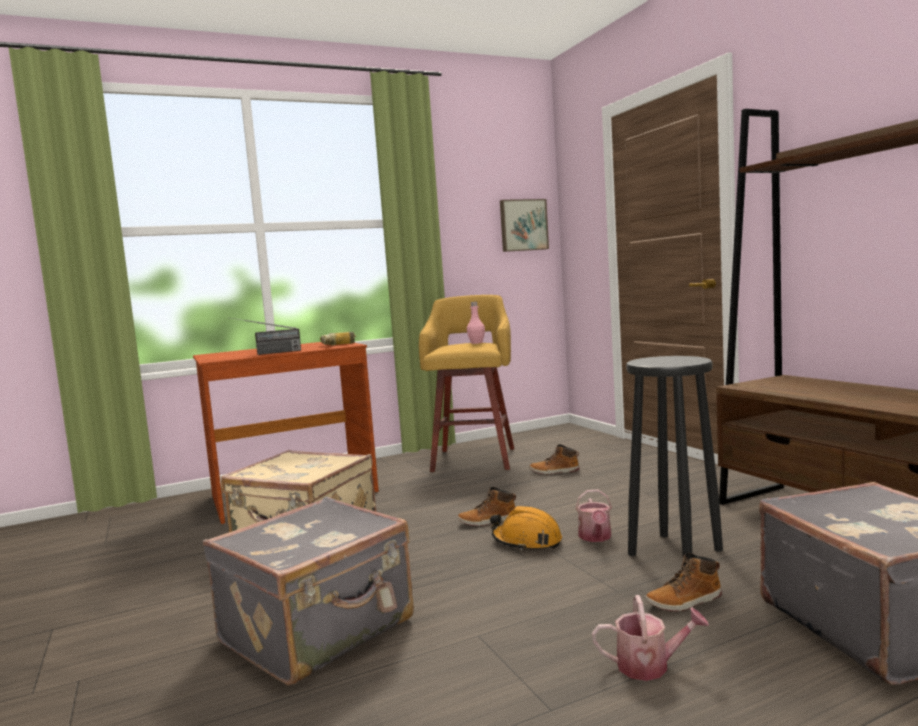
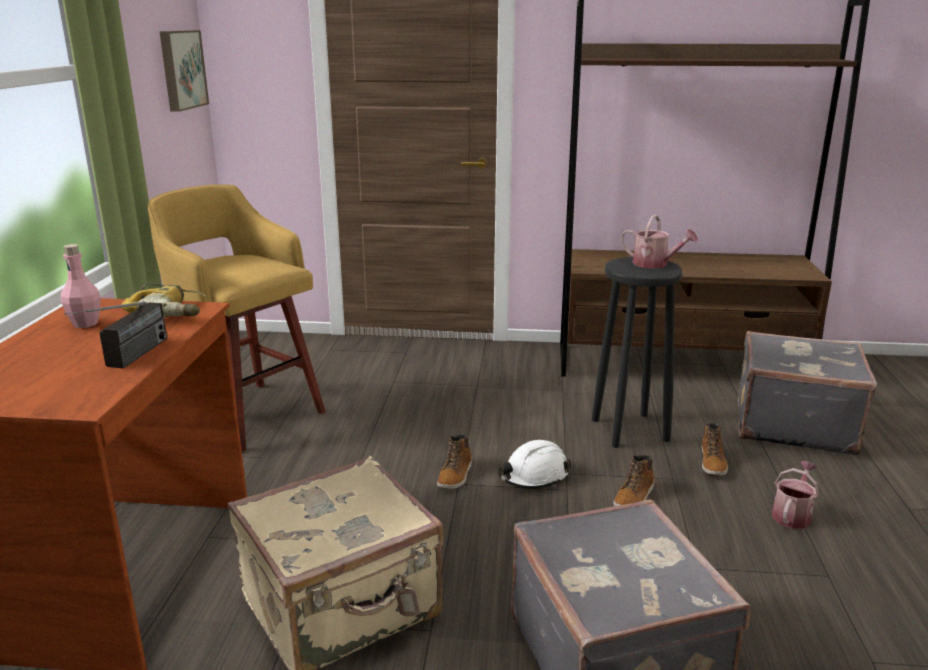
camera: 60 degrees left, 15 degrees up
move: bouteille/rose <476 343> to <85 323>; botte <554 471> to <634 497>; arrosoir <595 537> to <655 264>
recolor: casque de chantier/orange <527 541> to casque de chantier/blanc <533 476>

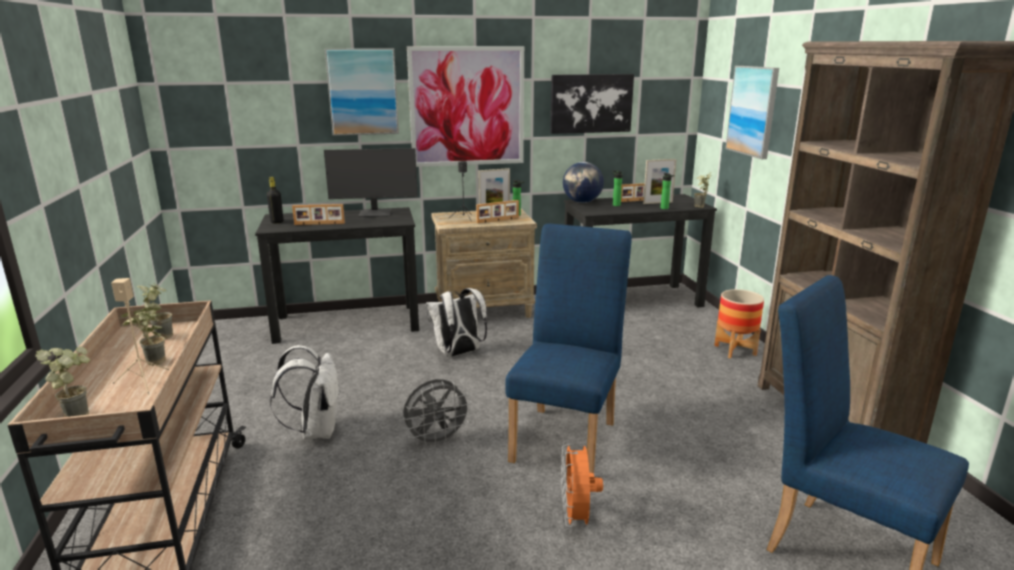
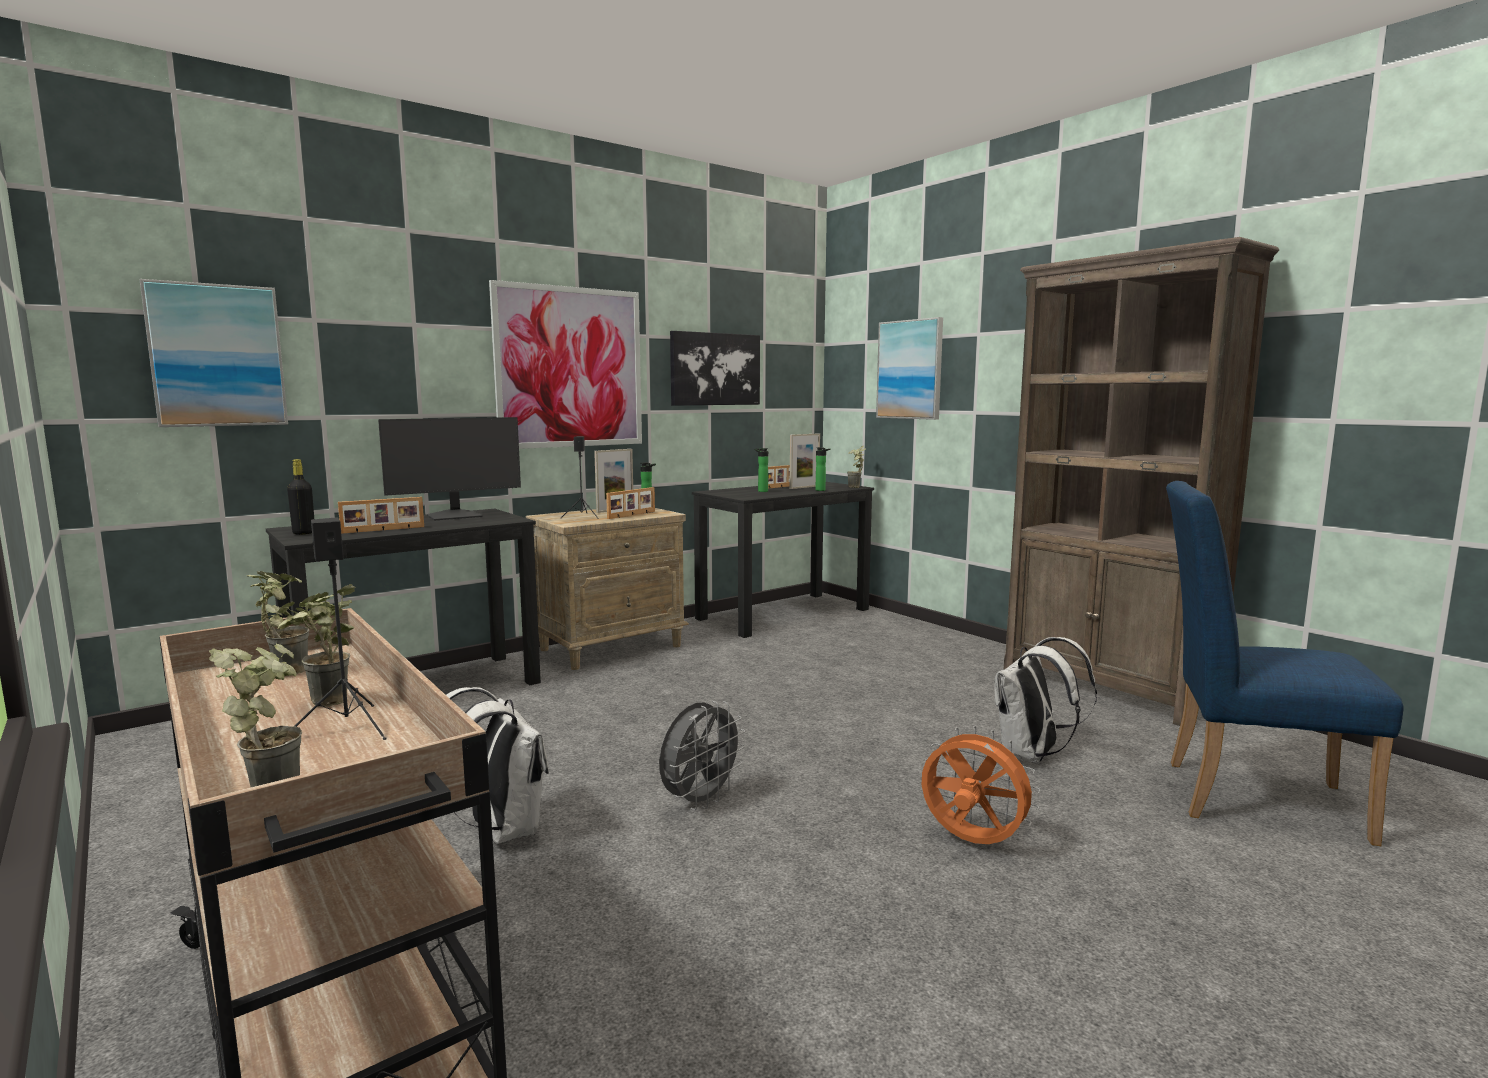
camera: 25 degrees left, 10 degrees down
delete: chaise/bleu <567 436>; globe <582 202>; cache-pot <735 350>
move: tableau <362 92> to <217 356>; sac à dos/blanc <458 353> to <1031 756>
recolor: enceinte/beige <144 381> to enceinte/noir <347 727>
rotate: ventilateur/orange <576 519> = <971 842> 150 degrees clockwise

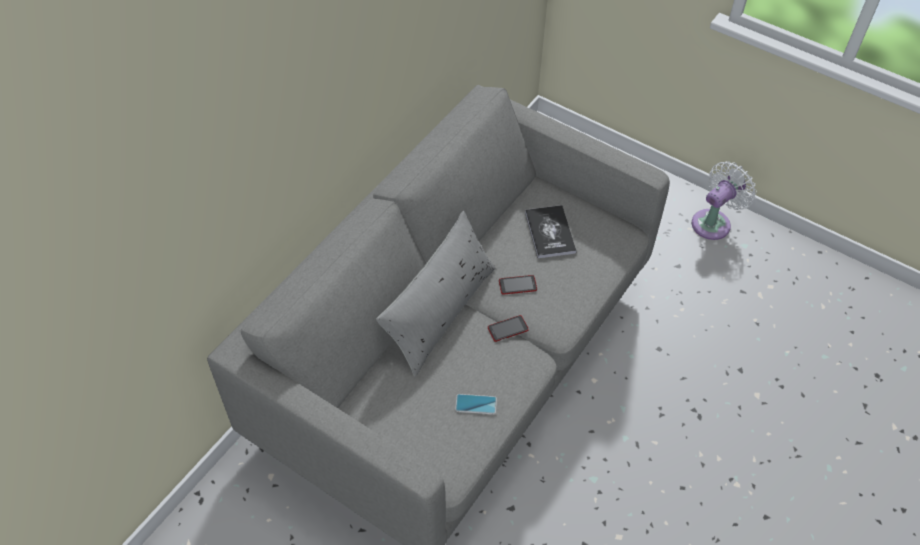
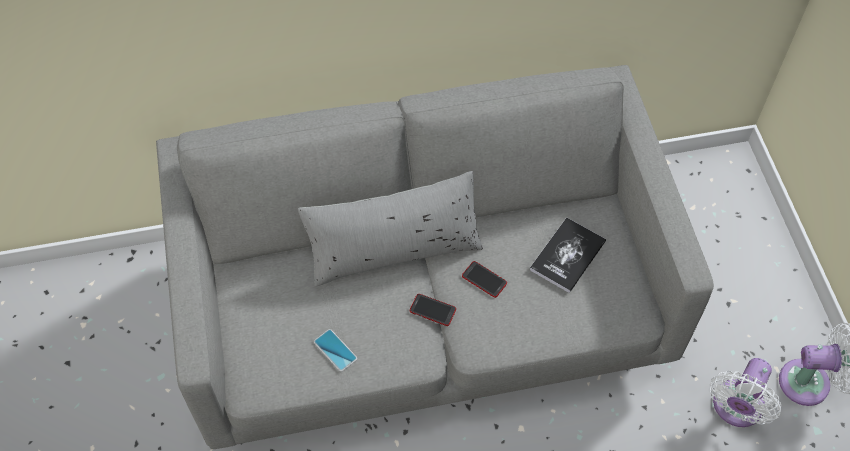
camera: 45 degrees right, 5 degrees up
insert: ventilateur/blanc <735 408>

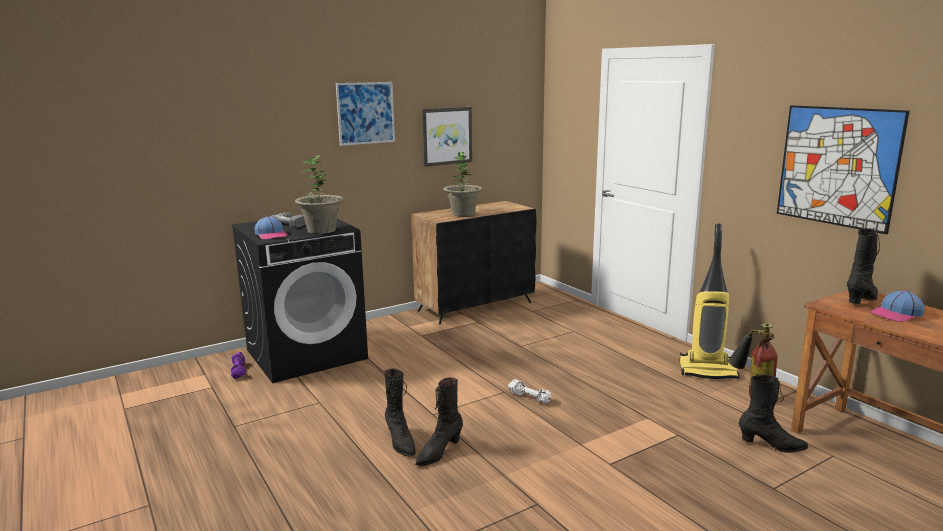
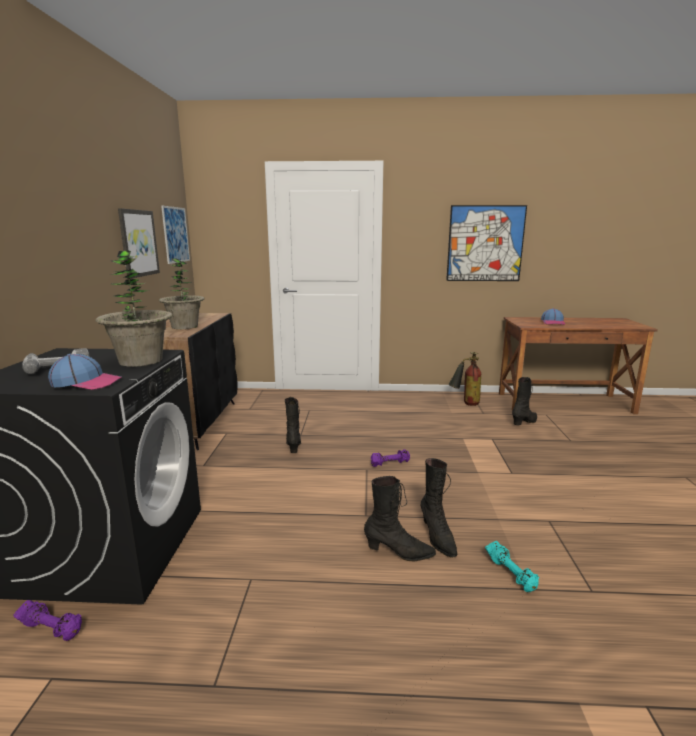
camera: 55 degrees left, 0 degrees up
delete: aspirateur <708 370>
insert: haltère/turquoise <511 573>
move: tableau <366 113> to <176 235>; botte/noir <862 300> to <293 446>
recolor: haltère/blanc <530 398> to haltère/violet <389 463>

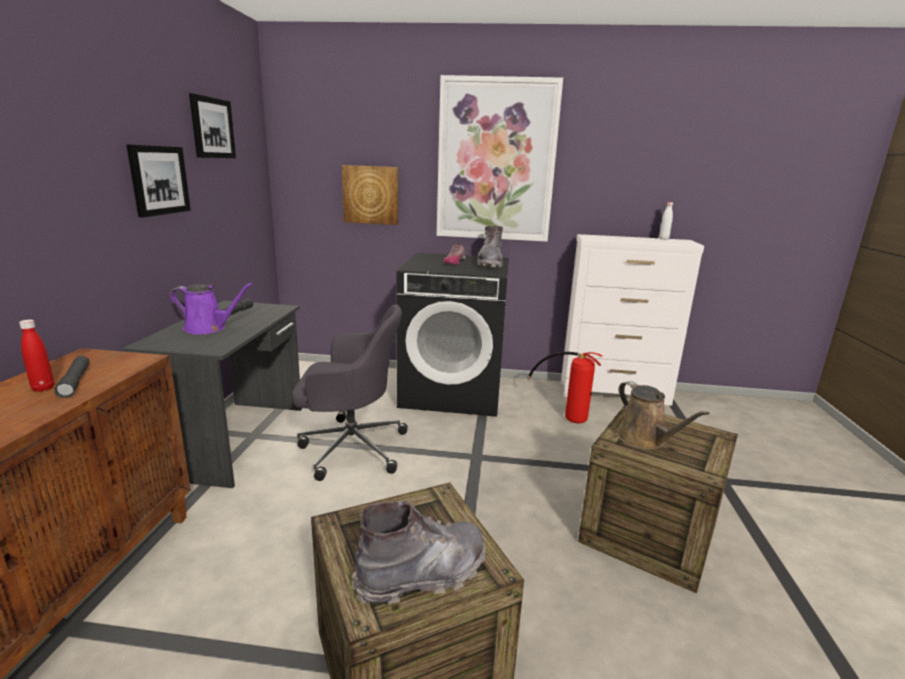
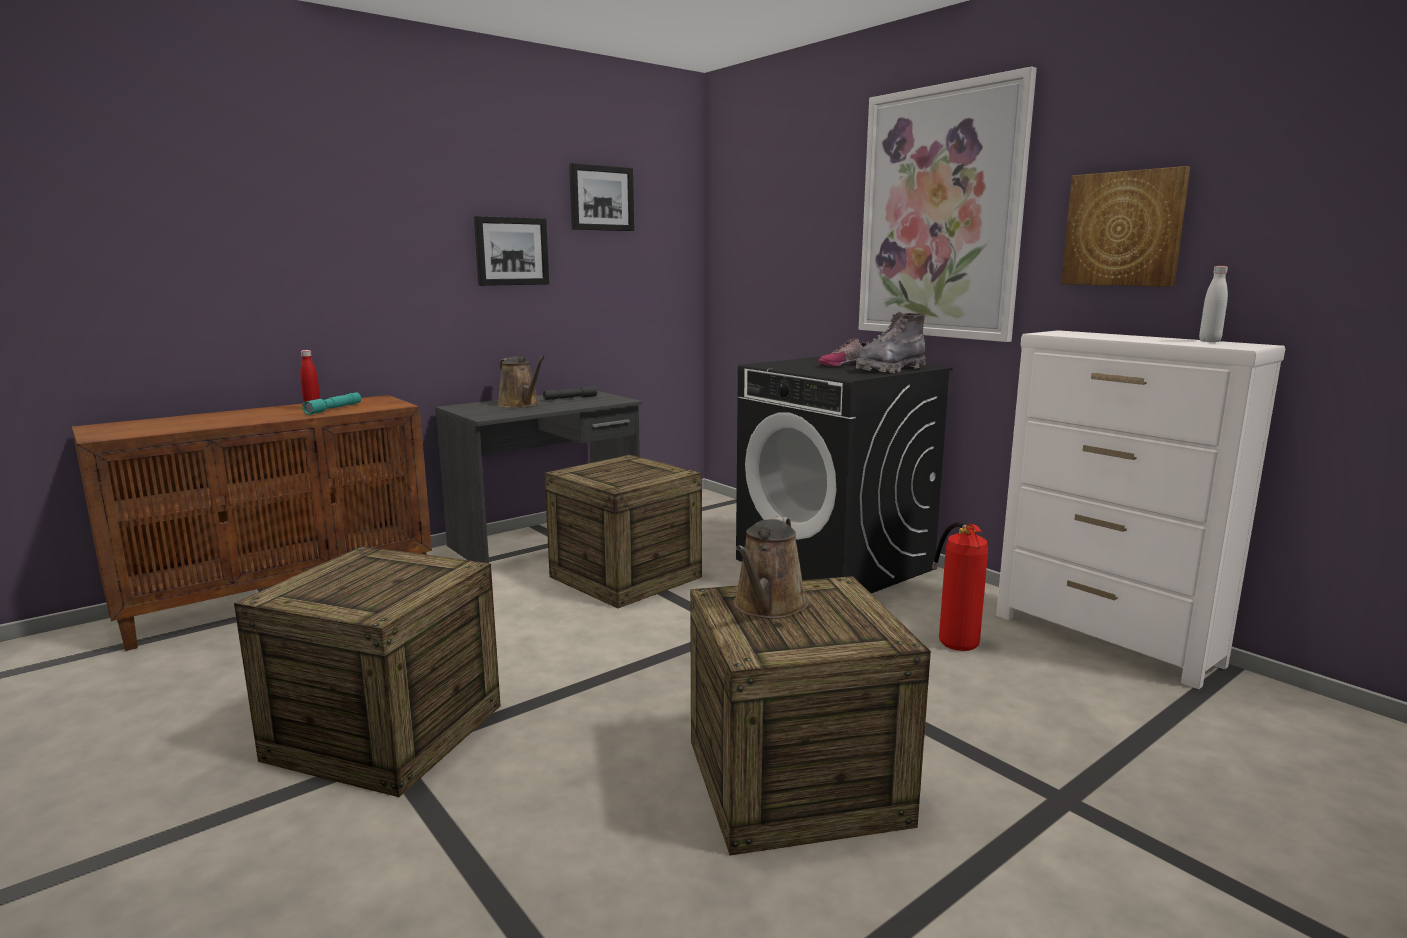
camera: 45 degrees right, 5 degrees down
delete: botte/gris <423 575>
move: tableau <371 195> to <1123 229>
replace: chaise de bureau/gris <350 447> to caisse <625 577>
recolor: lampe de poche/gris <75 382> to lampe de poche/turquoise <334 409>; arrosoir/violet <208 328> to arrosoir/marron <520 404>

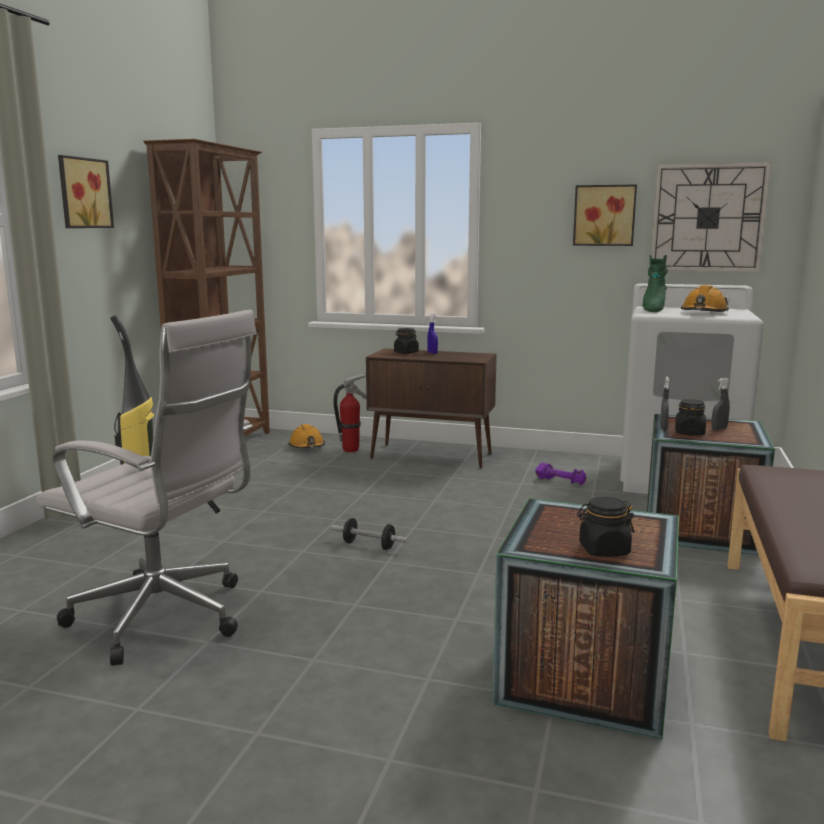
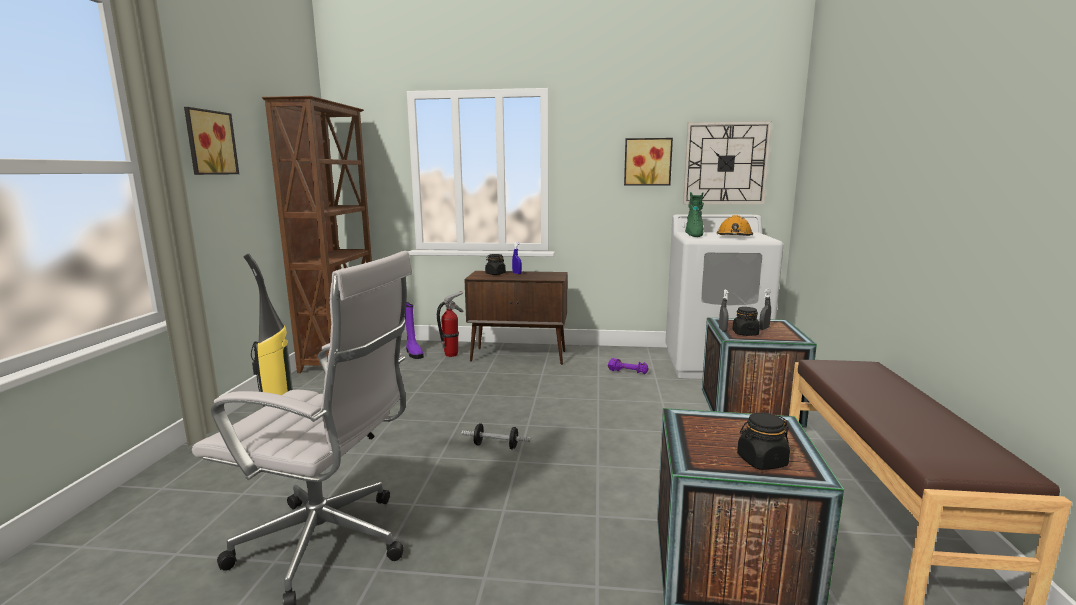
camera: 10 degrees left, 0 degrees up
replace: casque de chantier/orange <307 446> to botte/violet <413 353>

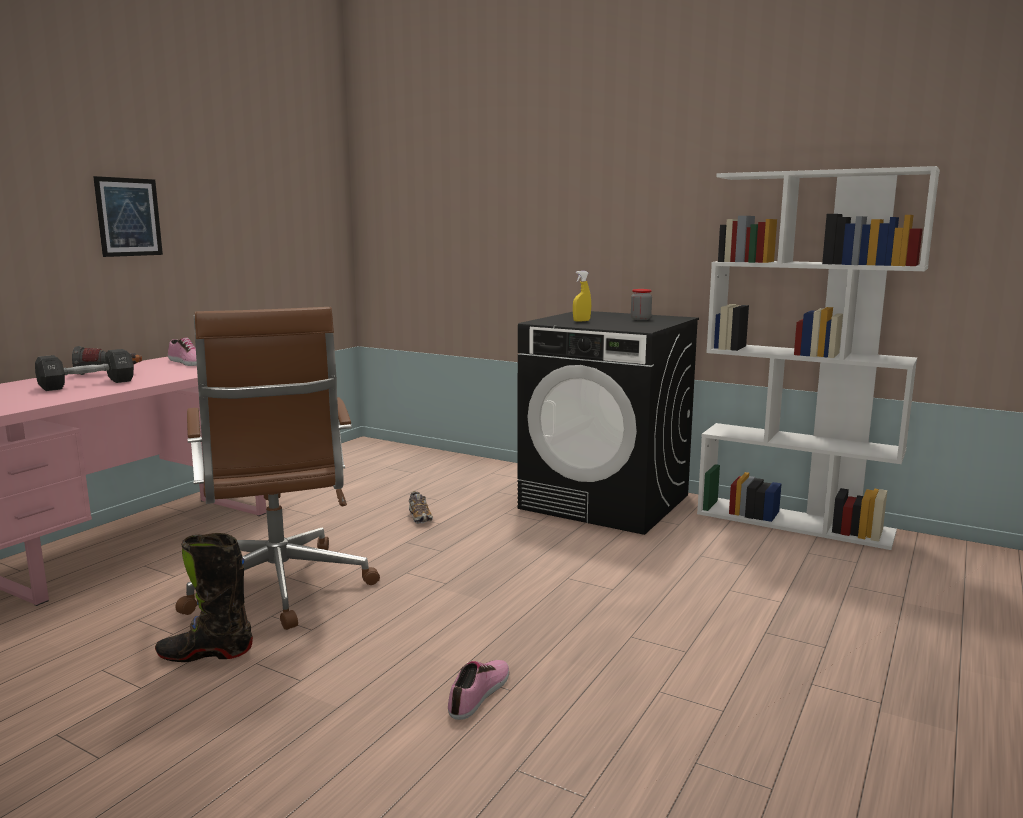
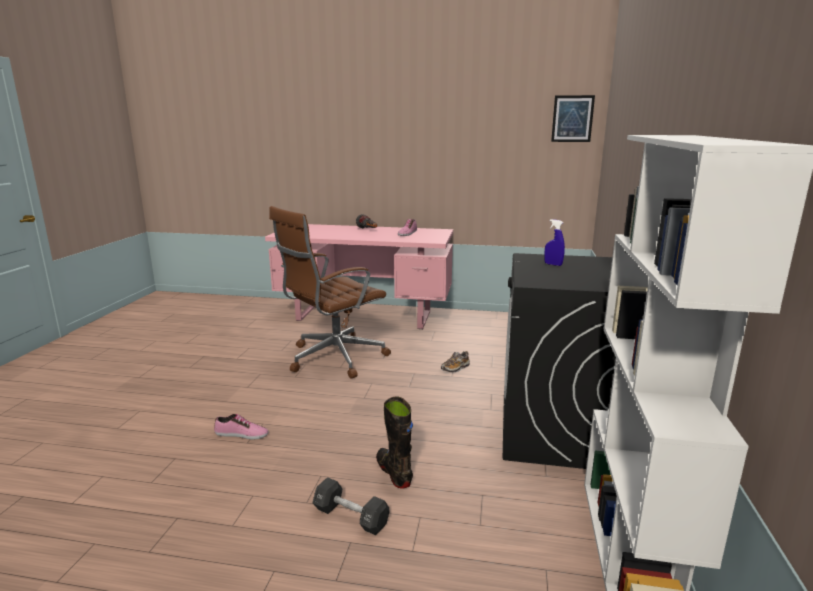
camera: 70 degrees right, 5 degrees up
delete: bocal <640 319>
move: haltère/noir <87 384> to <351 517>; tableau <128 217> to <572 118>; botte/noir <206 654> to <394 472>
recolor: vaporisateur/jaune <581 321> to vaporisateur/bleu <553 264>

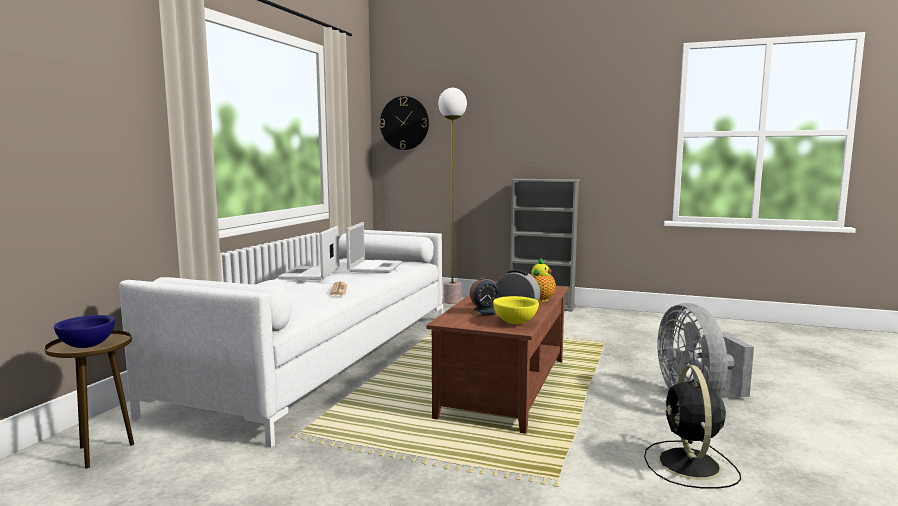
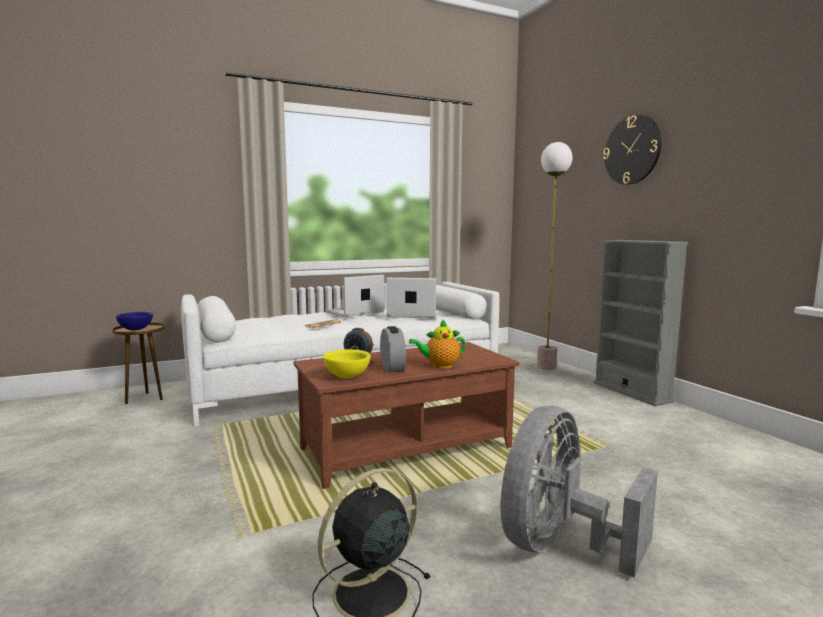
camera: 45 degrees right, 0 degrees up
move: horloge murale <404 123> to <632 150>
rotate: ordinateur portable <375 267> = <412 314> 135 degrees counterclockwise

